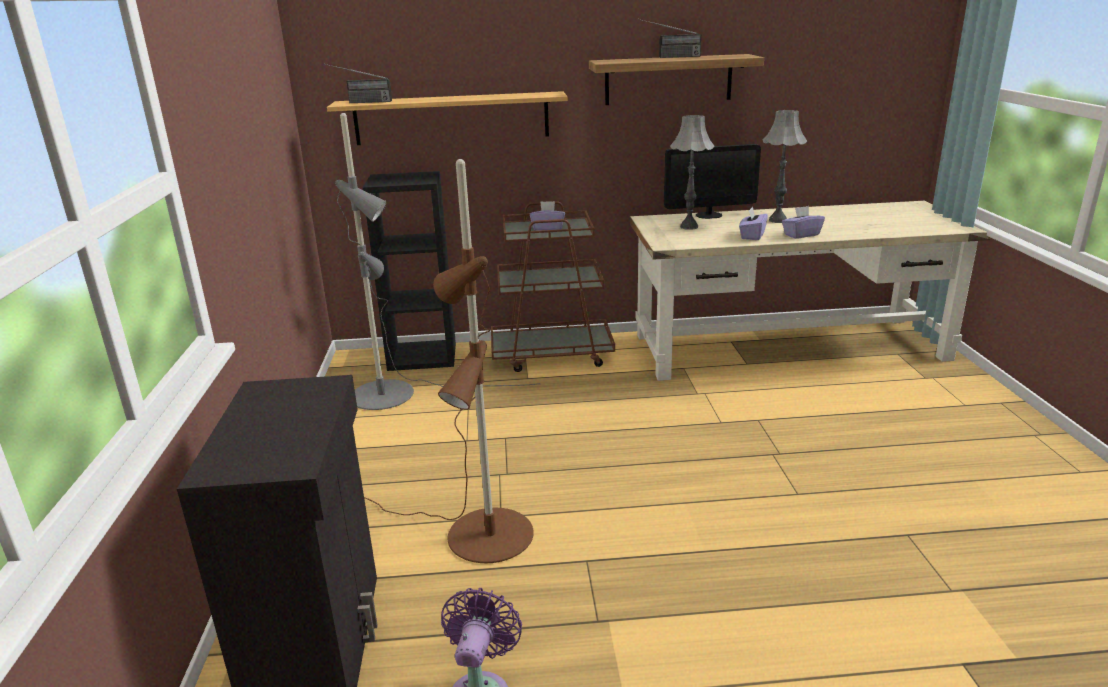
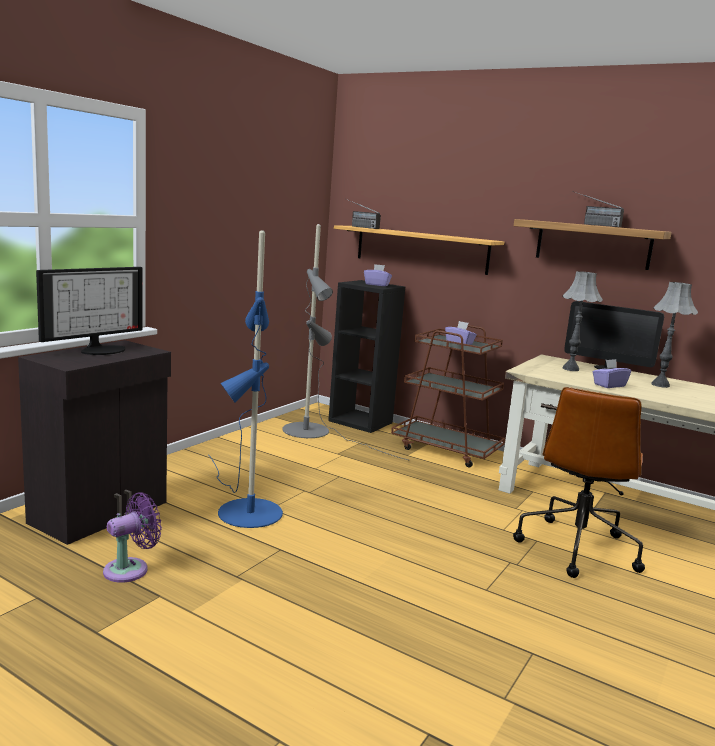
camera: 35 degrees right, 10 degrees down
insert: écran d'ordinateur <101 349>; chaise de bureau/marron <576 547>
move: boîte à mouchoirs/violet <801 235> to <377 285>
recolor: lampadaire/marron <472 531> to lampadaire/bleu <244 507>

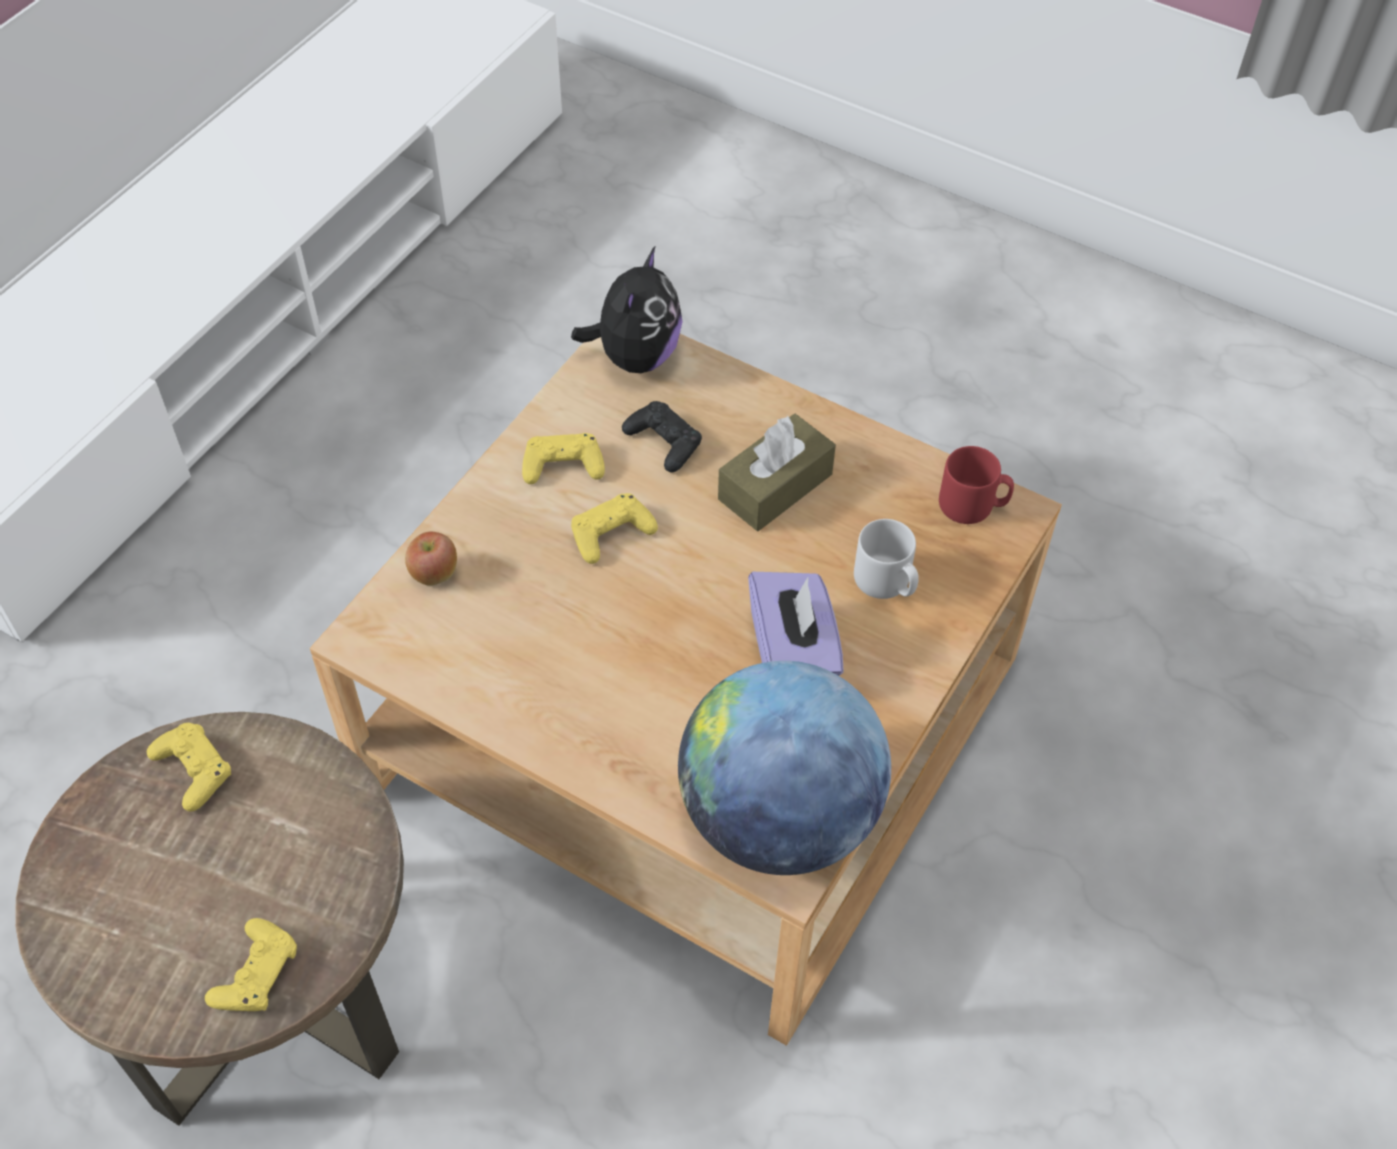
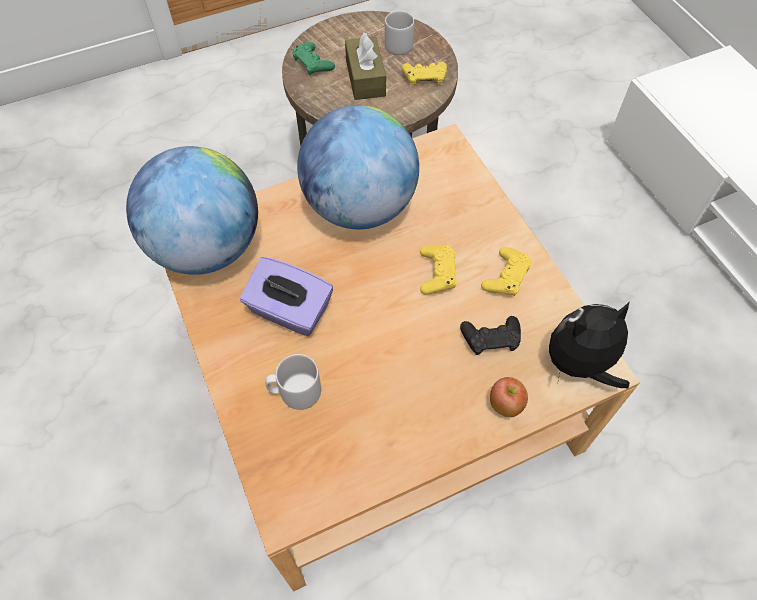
camera: 125 degrees right, 5 degrees up
delete: mug/rouge <972 505>
insert: globe <359 206>; mug/gris <398 43>
move: pomme <434 574> to <505 404>; boîte à mouchoirs/marron <775 487> to <365 78>
recolor: manette/jaune <256 973> to manette/vert <313 63>
rotate: peluche <635 356> = <579 365> 105 degrees clockwise

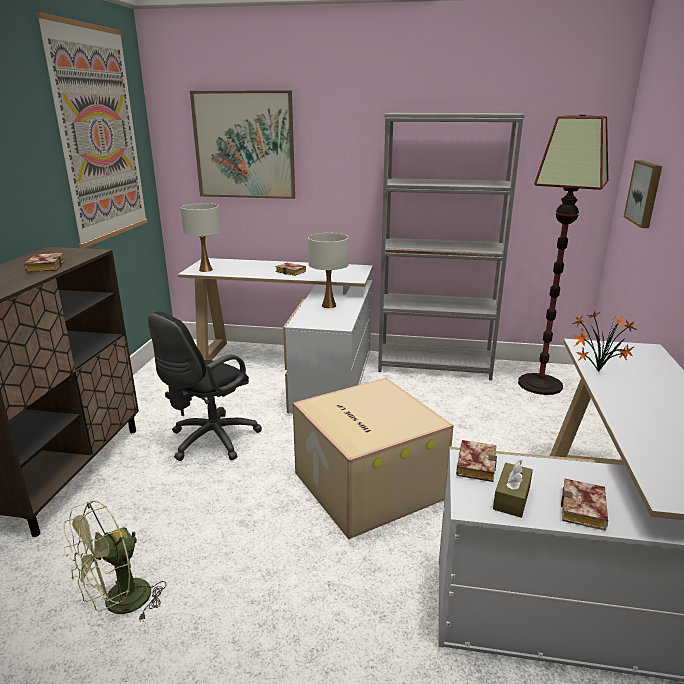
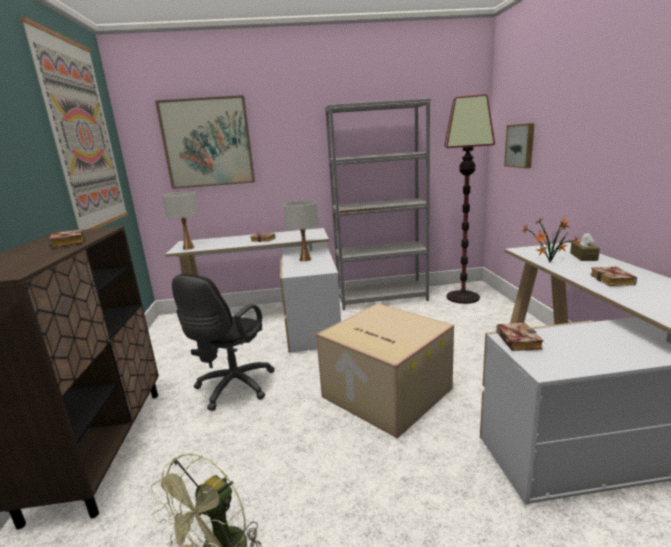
camera: 15 degrees left, 5 degrees down
move: boîte à mouchoirs/marron <511 498> to <583 256>; livre <585 511> to <614 280>

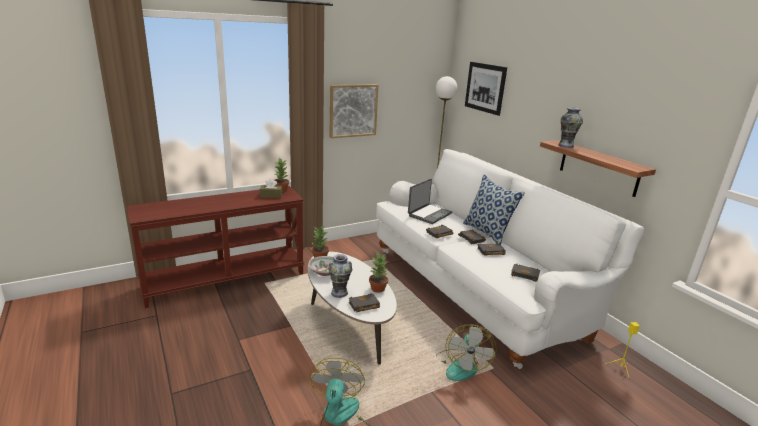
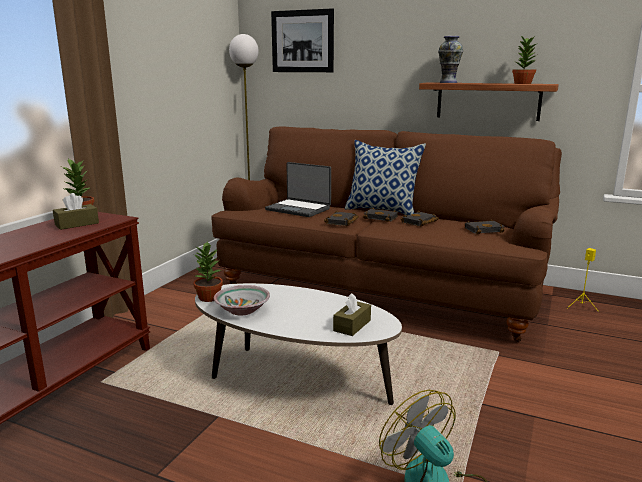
camera: 35 degrees left, 5 degrees down
delete: vase <339 293>; tableau <353 110>; ventilateur <461 366>
move: plante en pot <378 288> to <522 83>
replace: livre/noir <363 305> to boîte à mouchoirs/marron <352 325>
recolor: canapé/blanc <476 289> to canapé/marron <381 289>
rotate: ordinateur portable <429 214> = <299 209> 120 degrees clockwise

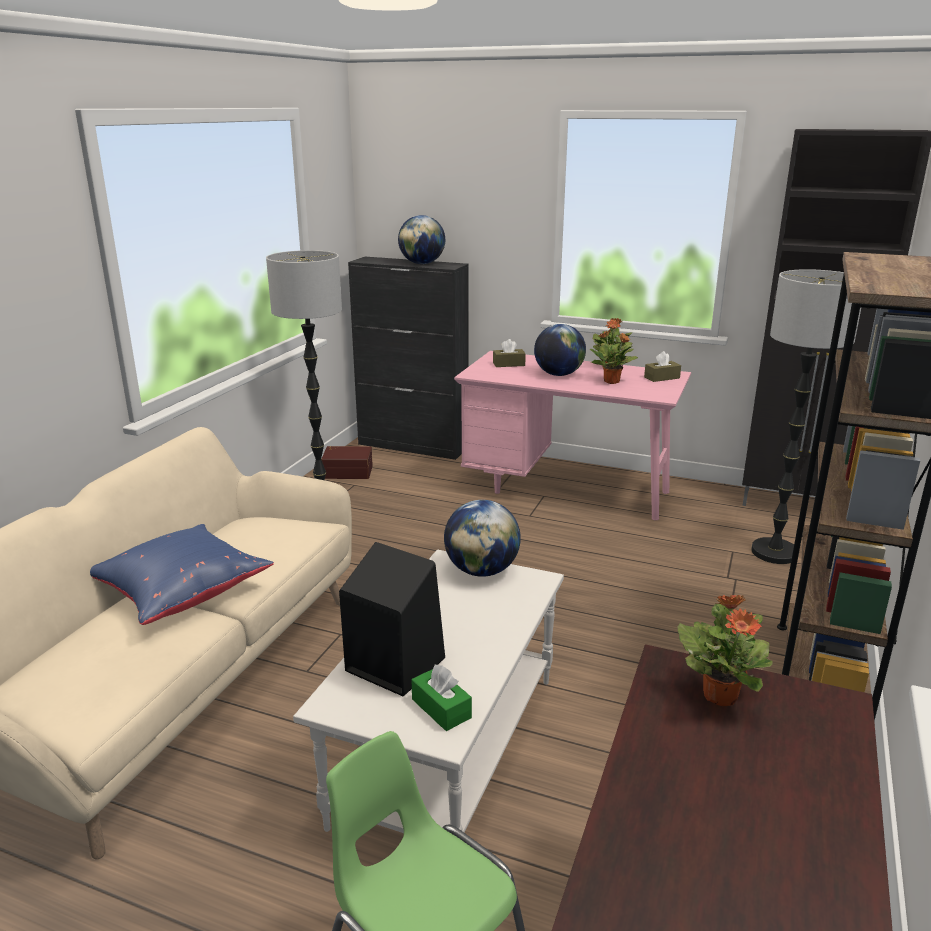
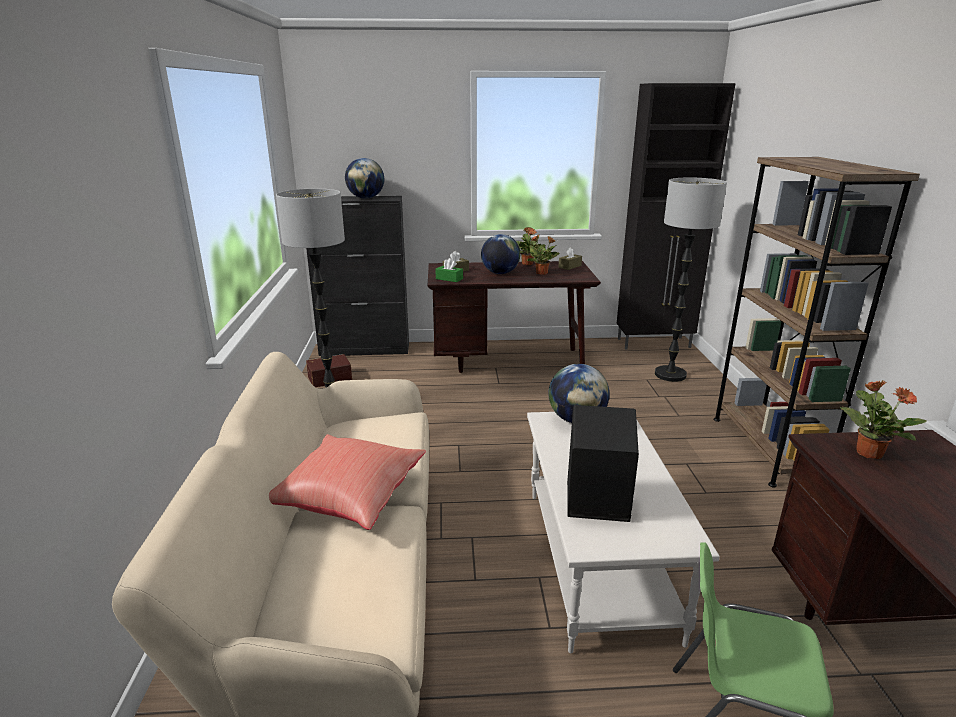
camera: 25 degrees left, 0 degrees up
move: boîte à mouchoirs/vert <441 708> to <449 279>
recolor: coussin/bleu <181 593> to coussin/rouge <349 497>; bureau/rose <567 490> to bureau/marron <508 360>

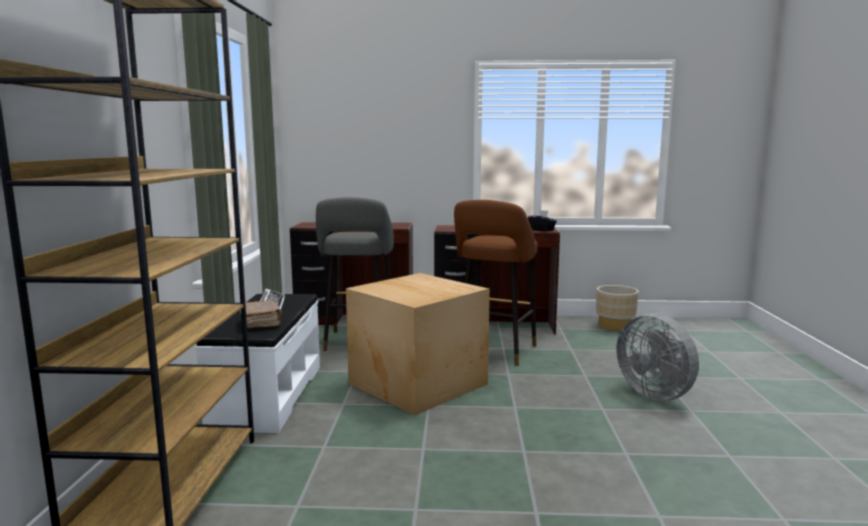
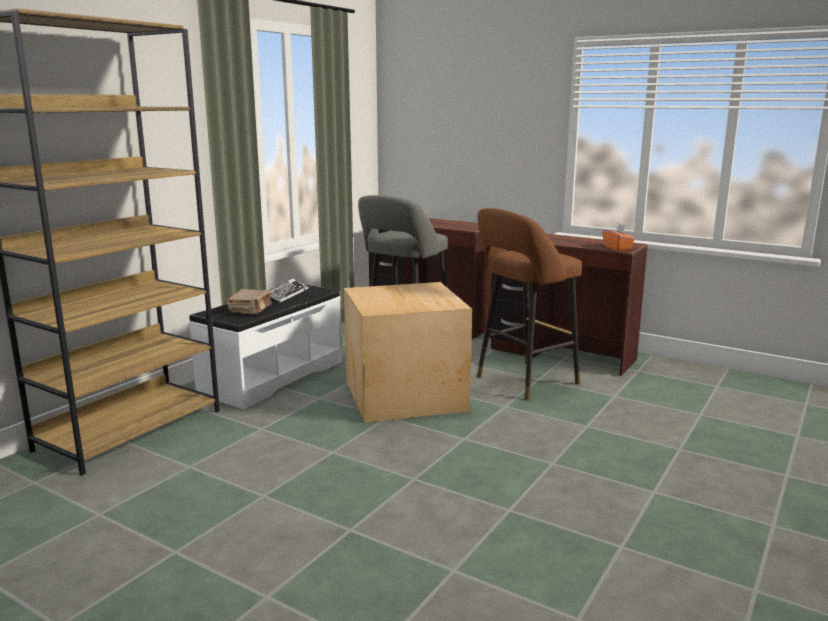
camera: 30 degrees right, 5 degrees up
delete: cache-pot/beige <615 326>; ventilateur/gris <656 393>
recolor: boîte à mouchoirs/noir <541 230> to boîte à mouchoirs/orange <617 248>

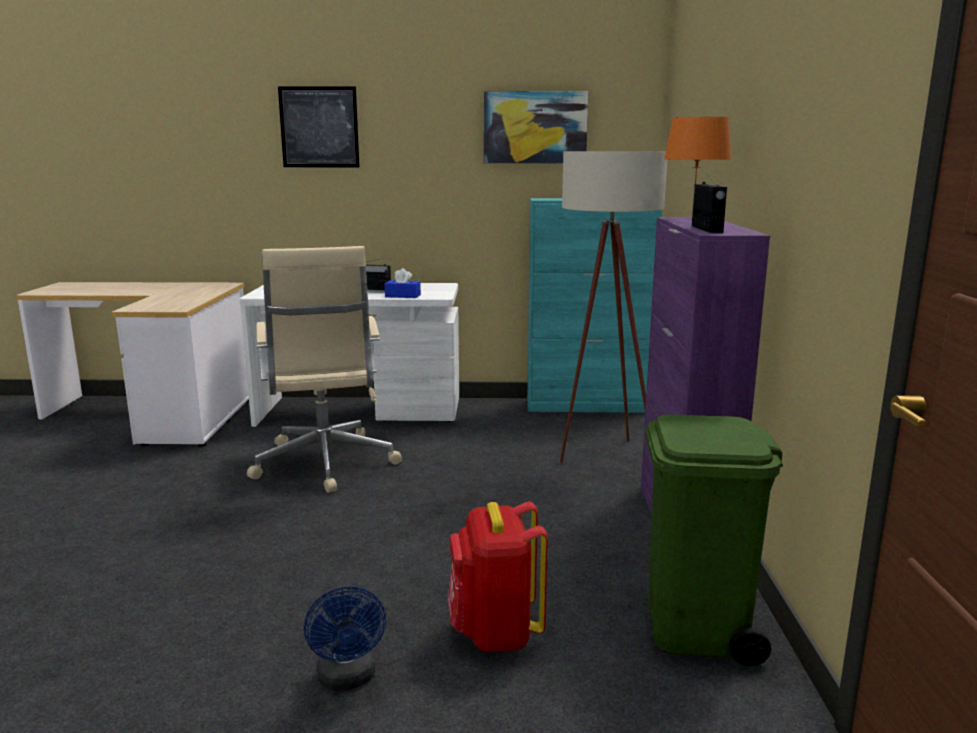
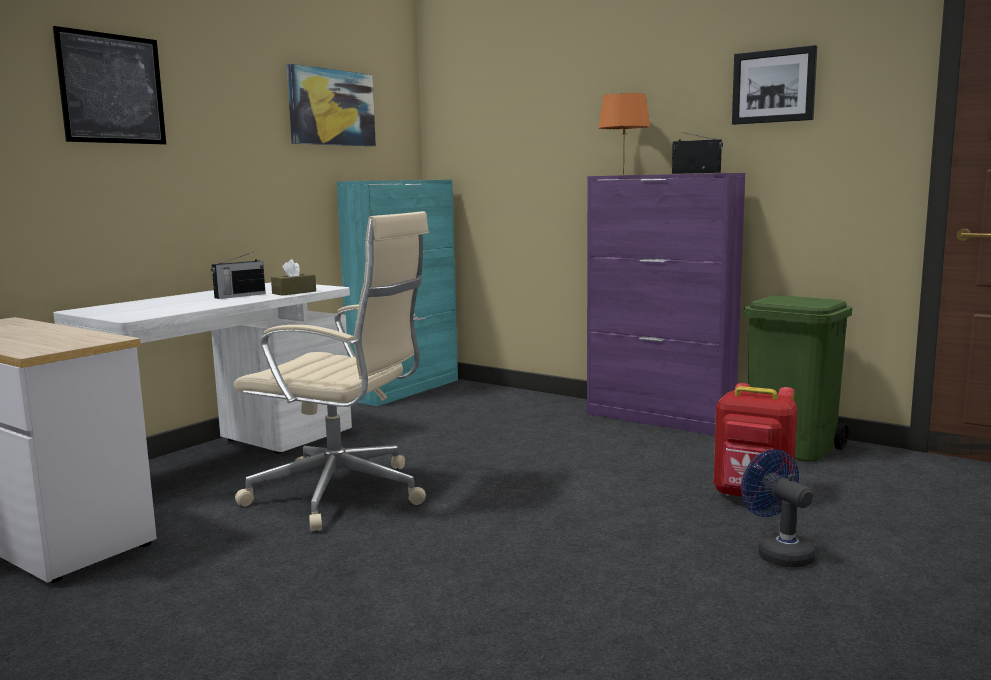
camera: 55 degrees left, 5 degrees down
delete: lampadaire/beige <603 459>
insert: tableau <774 86>
recolor: boîte à mouchoirs/bleu <403 296> to boîte à mouchoirs/marron <294 292>
rotate: ventilateur/bleu <348 679> = <778 552> 135 degrees counterclockwise

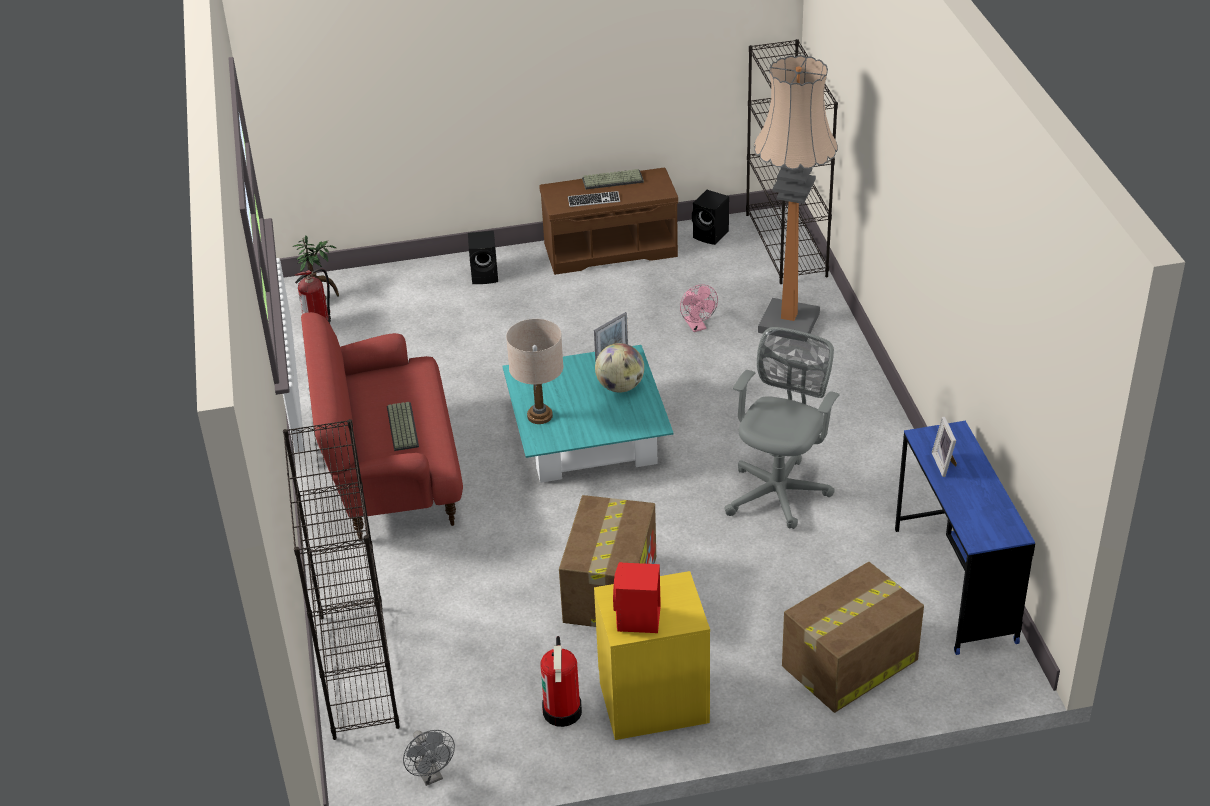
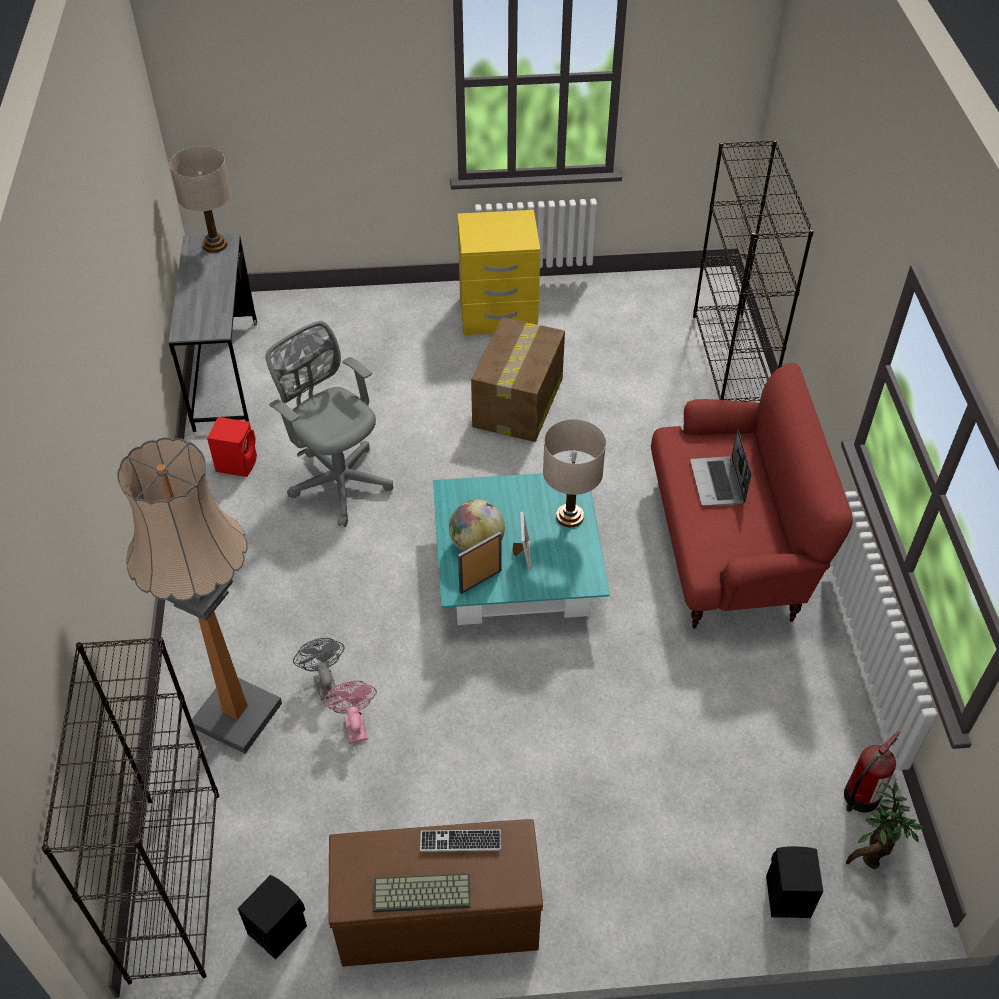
camera: 175 degrees left, 10 degrees up
delete: extincteur <563 711>; carton <848 664>
insert: lampe de table/beige <215 245>
move: ventilateur/gris <431 776> to <324 682>; enceinte/noir <486 275> to <785 896>; enceinte/rouge <638 620> to <237 463>; cadre photo <945 464> to <521 555>
replace: clavier <401 426> to ordinateur portable <718 483>
recolor: bureau/bleu <954 584> to bureau/gris <226 375>
rotate: chaise de bureau/gris <779 491> = <338 479> 105 degrees clockwise

